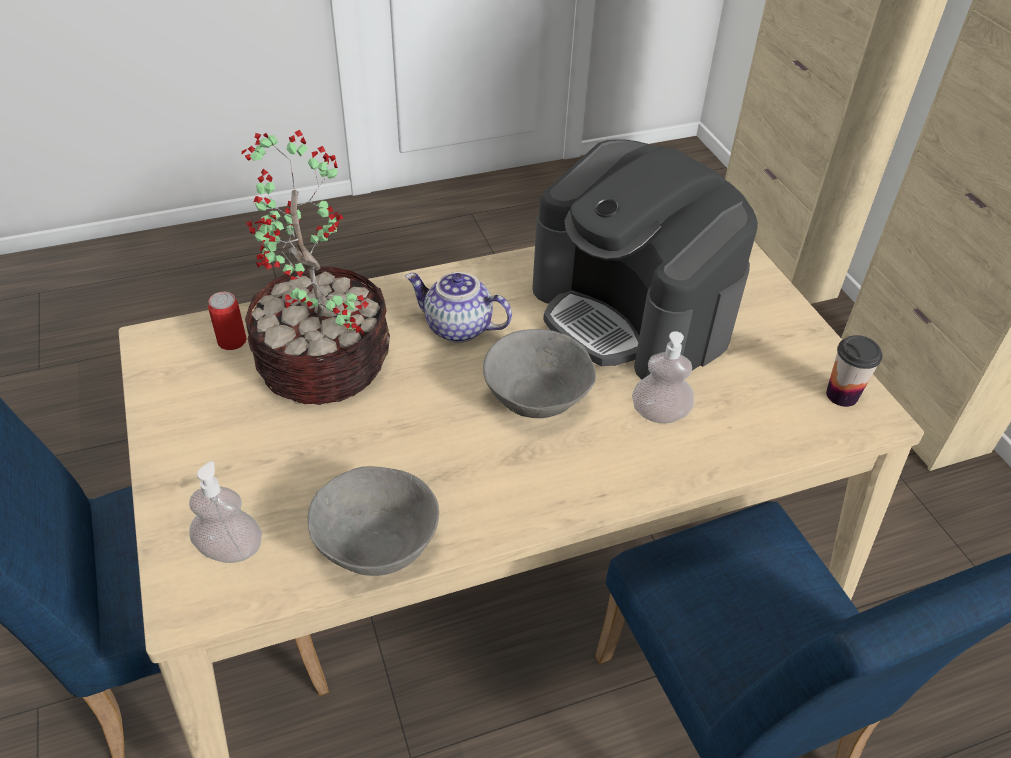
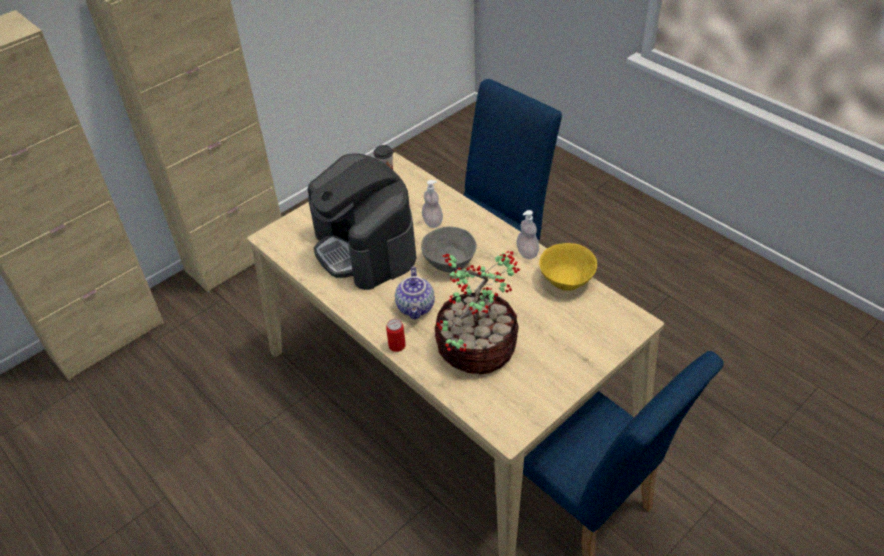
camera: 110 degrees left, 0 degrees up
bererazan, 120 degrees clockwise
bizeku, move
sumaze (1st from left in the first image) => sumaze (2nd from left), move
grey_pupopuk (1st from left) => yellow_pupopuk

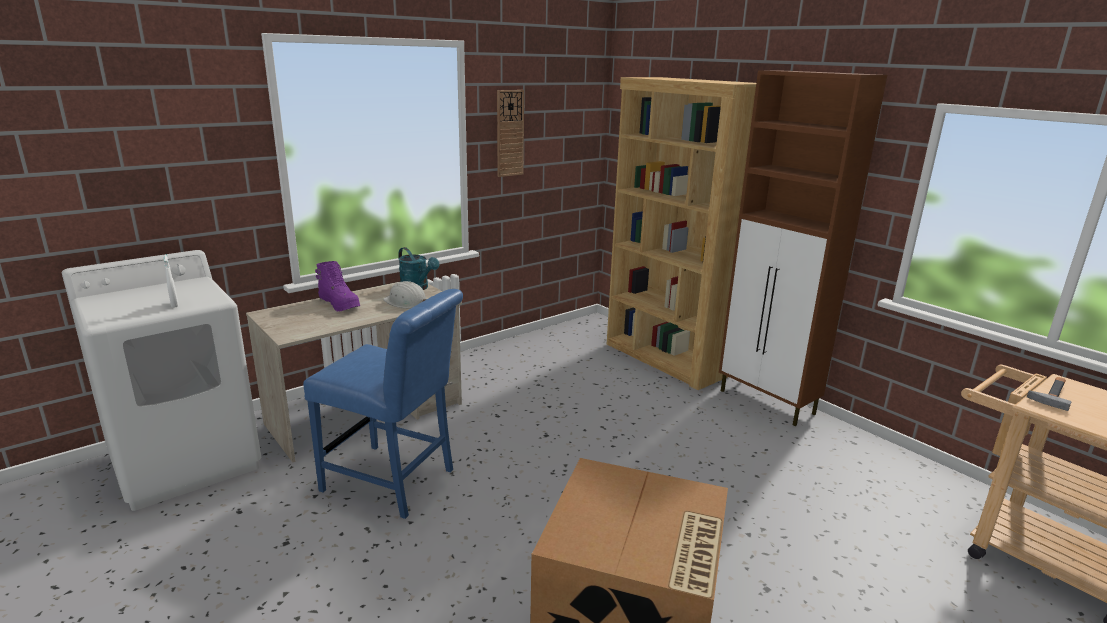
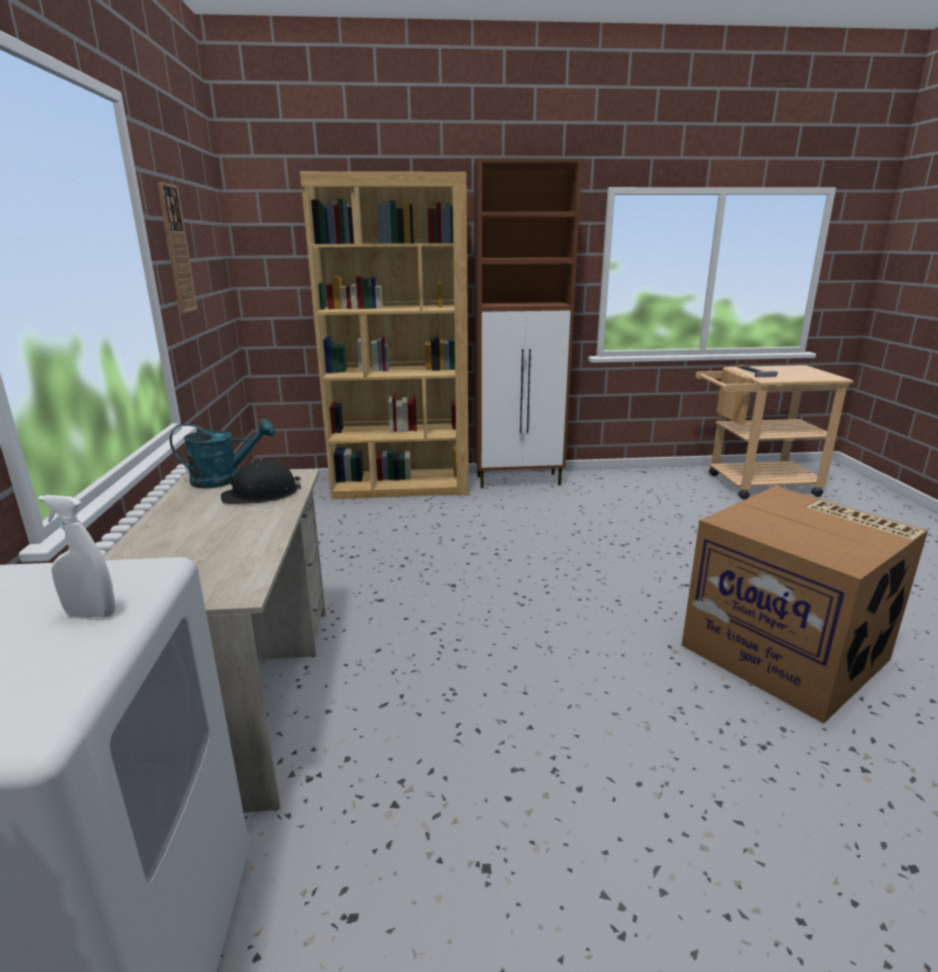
camera: 55 degrees left, 0 degrees up
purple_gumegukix => nothing
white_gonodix => black_gonodix
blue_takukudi => nothing

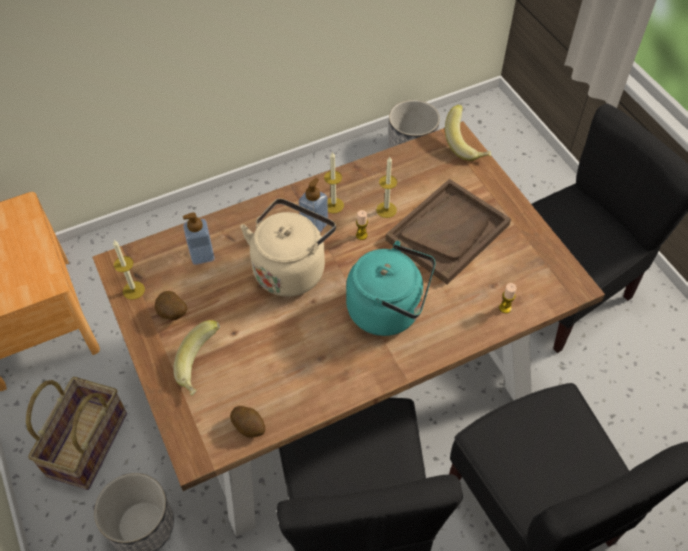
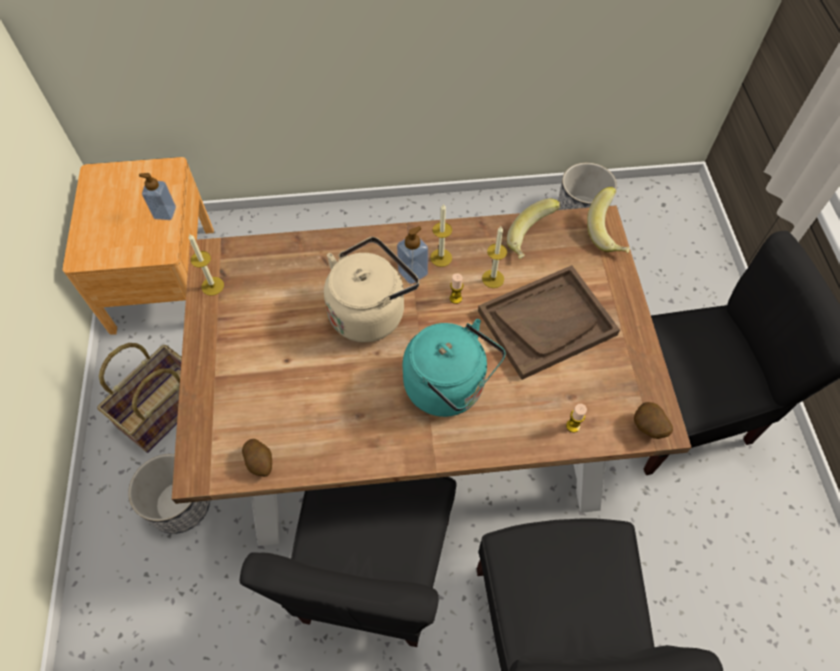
camera: 20 degrees right, 5 degrees up
sumaze (1st from left), move
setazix (1st from left in the first image) => setazix (2nd from left), move
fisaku (1st from left), move

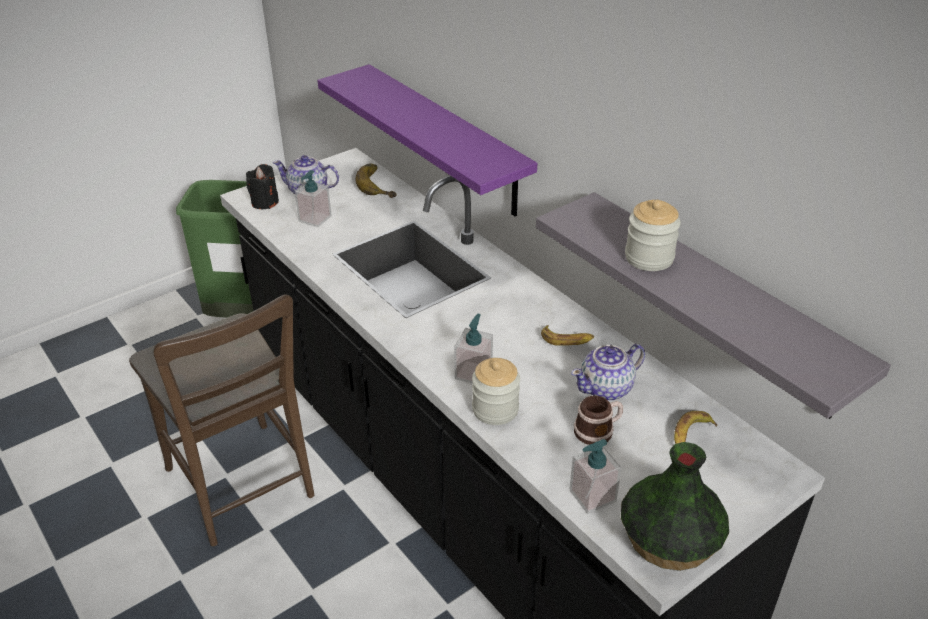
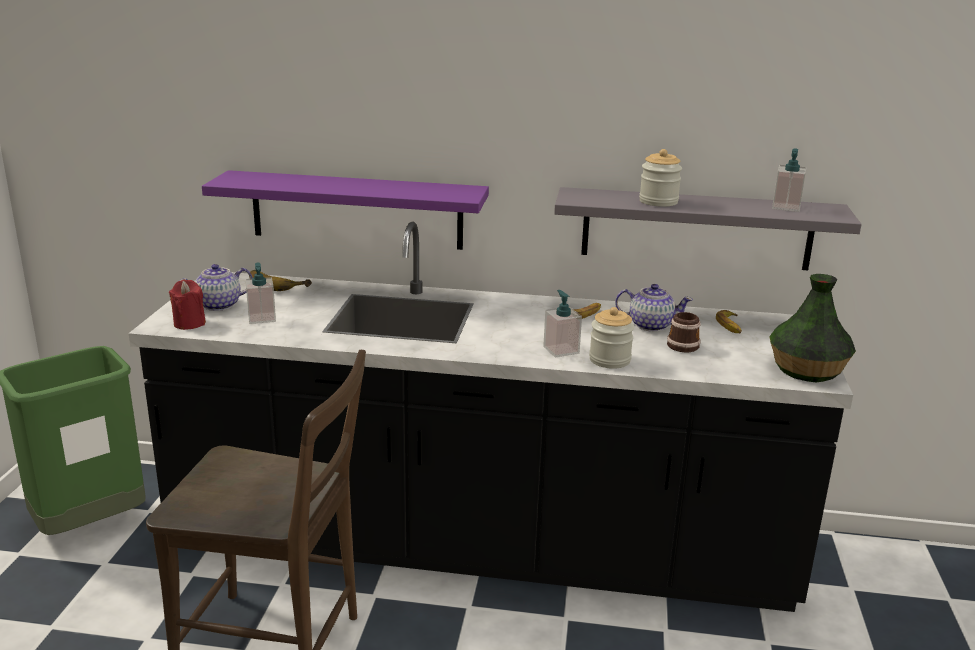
camera: 45 degrees left, 15 degrees down
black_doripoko => red_doripoko
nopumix (2nd from left), 90 degrees counterclockwise
sumaze (3rd from left), move

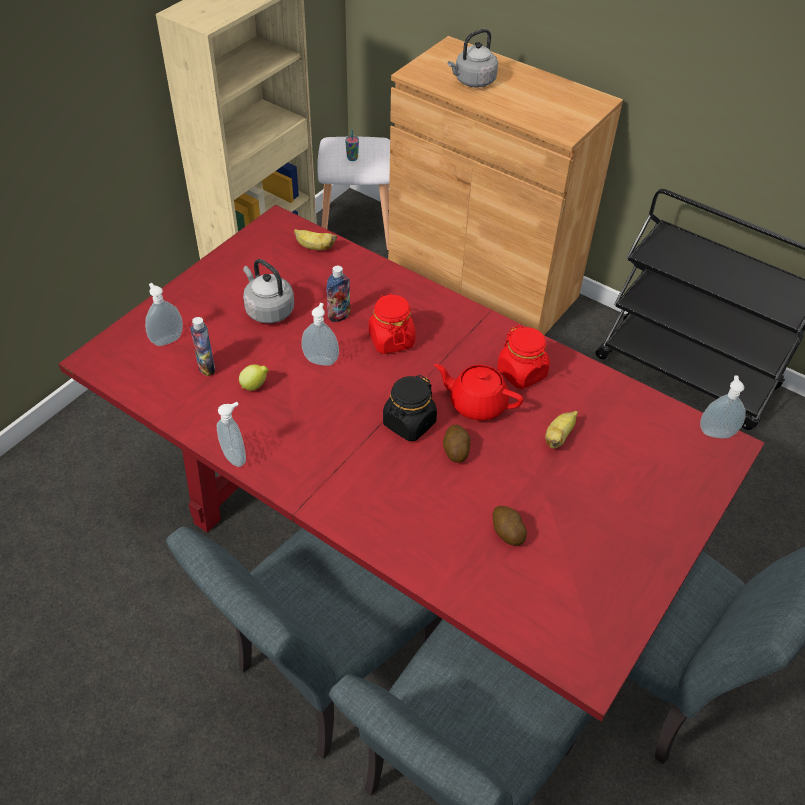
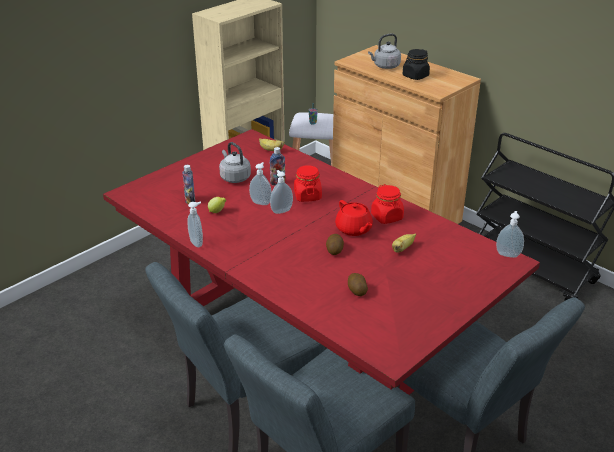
camera: 10 degrees right, 15 degrees down
sumaze (1st from left in the first image) => sumaze (3rd from left), move
red_nopumix, 150 degrees counterclockwise
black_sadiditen, move

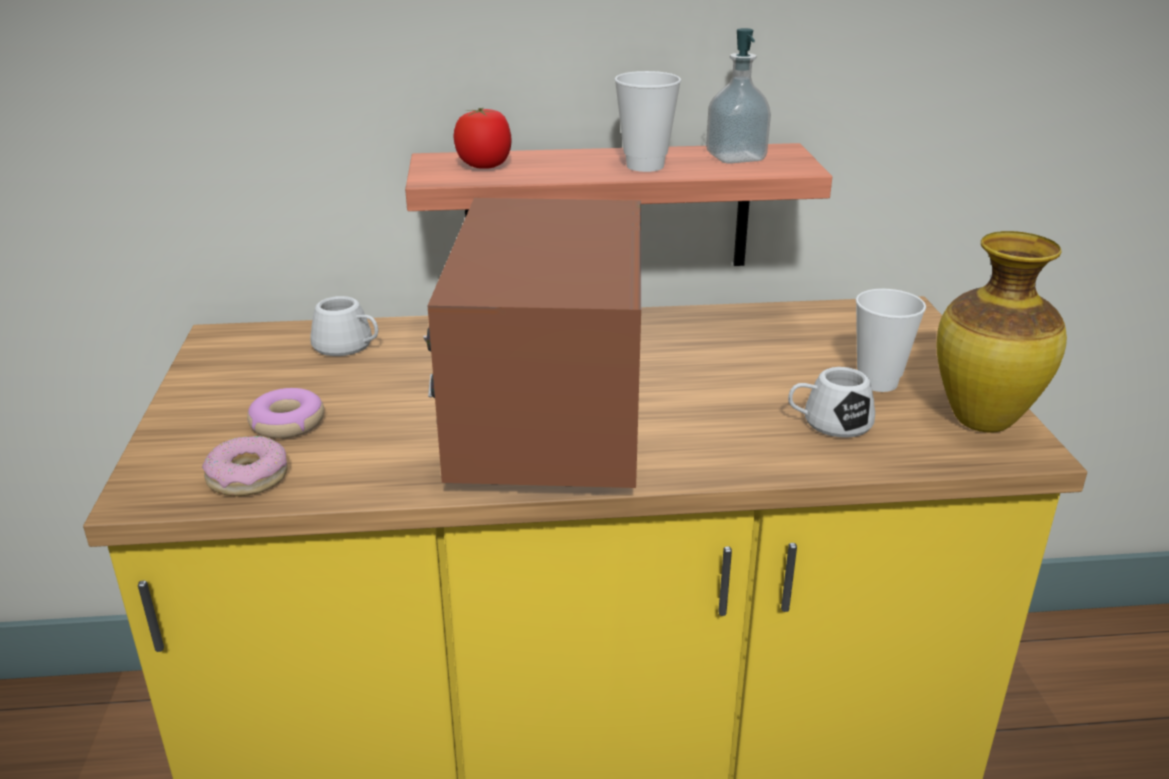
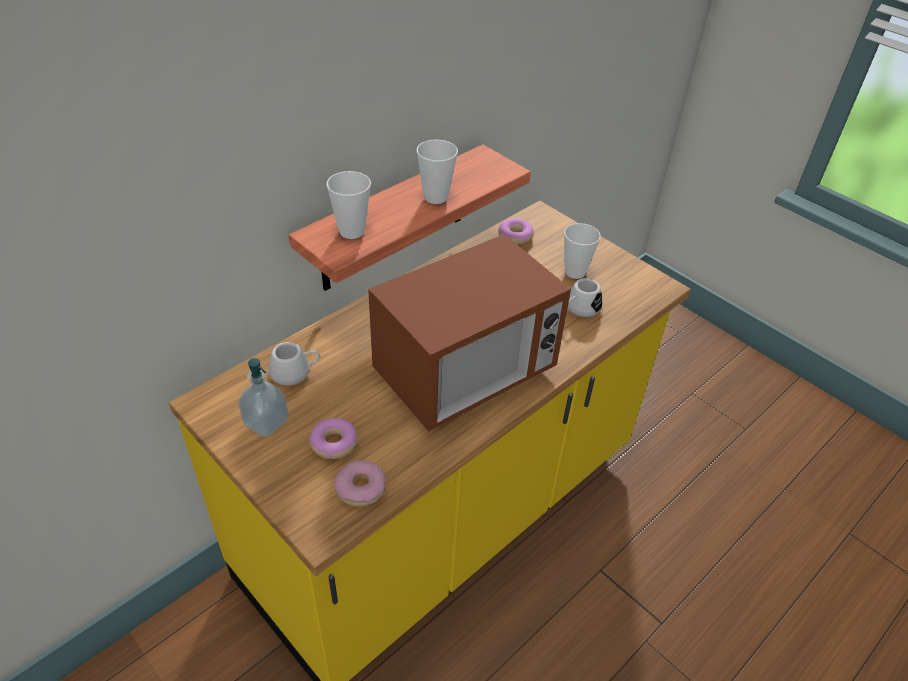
camera: 40 degrees left, 15 degrees up
sumaze, move
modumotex => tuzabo (1st from left)
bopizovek, 90 degrees counterclockwise
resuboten => nothing
nothing => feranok (3rd from left)

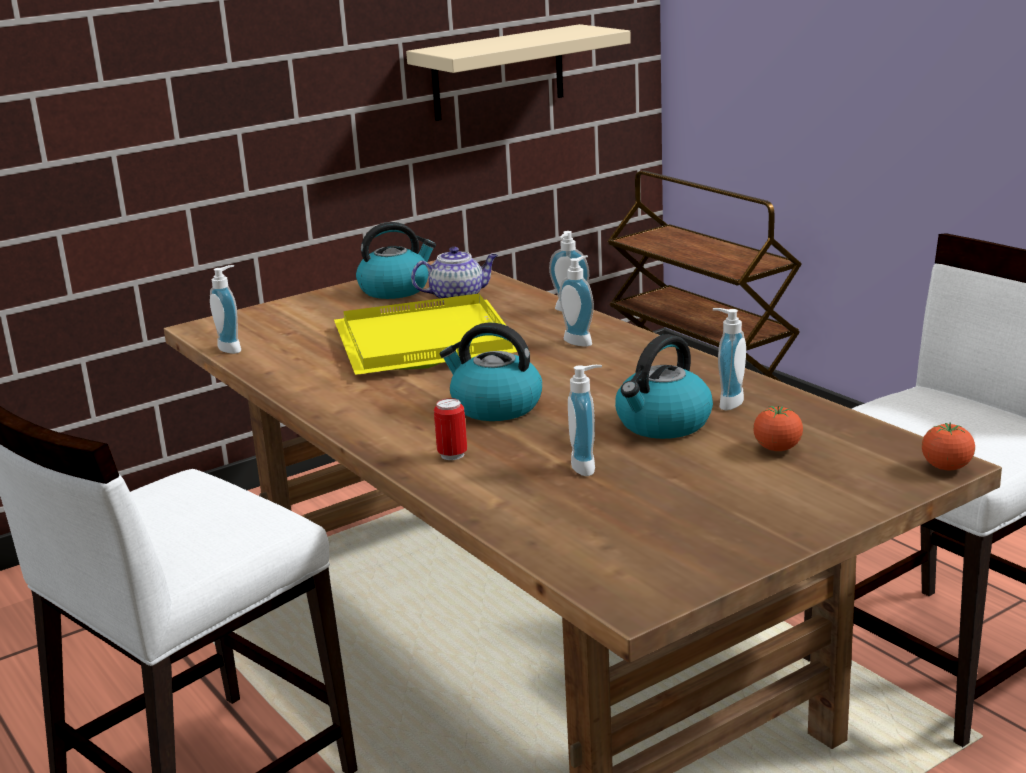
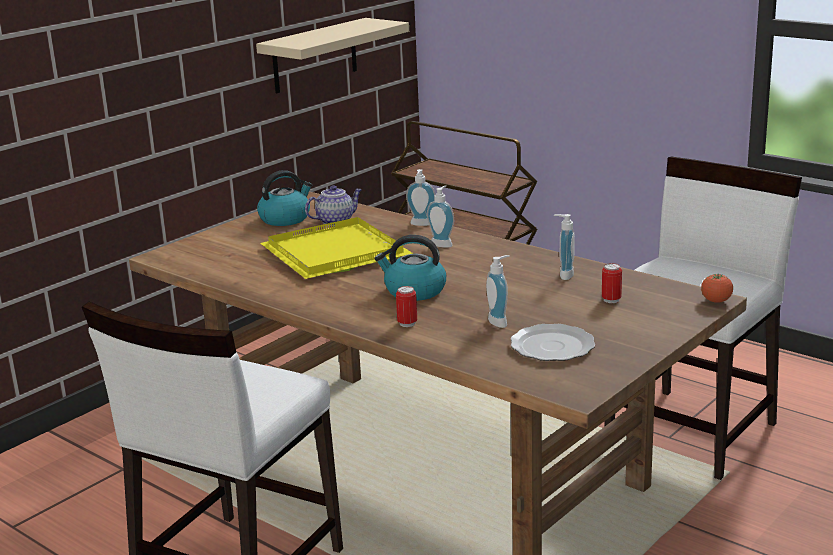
camera: 15 degrees left, 0 degrees up
sumaze (1st from left) => nothing
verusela (3rd from left) => nothing
modumotex (1st from left) => bizeku (2nd from left)
nothing => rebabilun

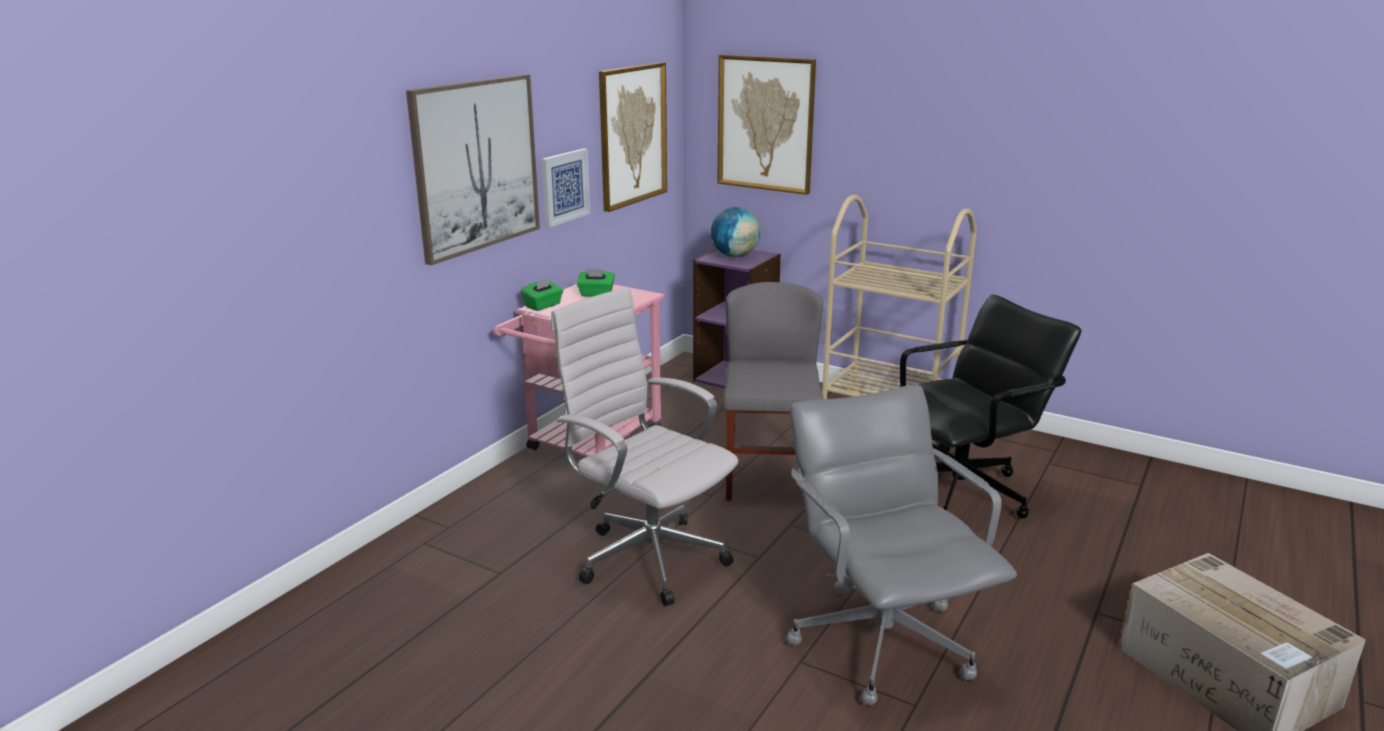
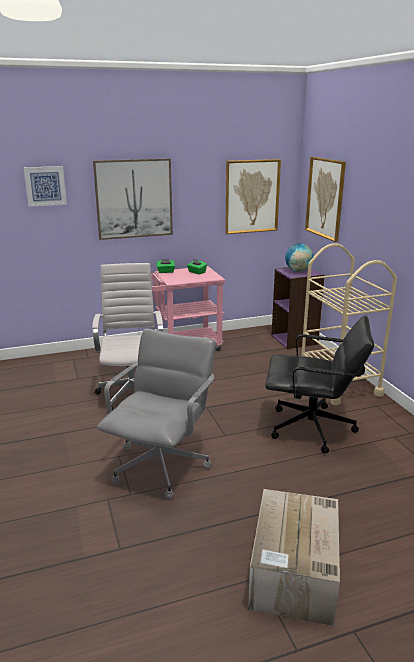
camera: 40 degrees right, 0 degrees up
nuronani (2nd from left in the first image) => nuronani (1st from left), move
grey_takukudi => nothing

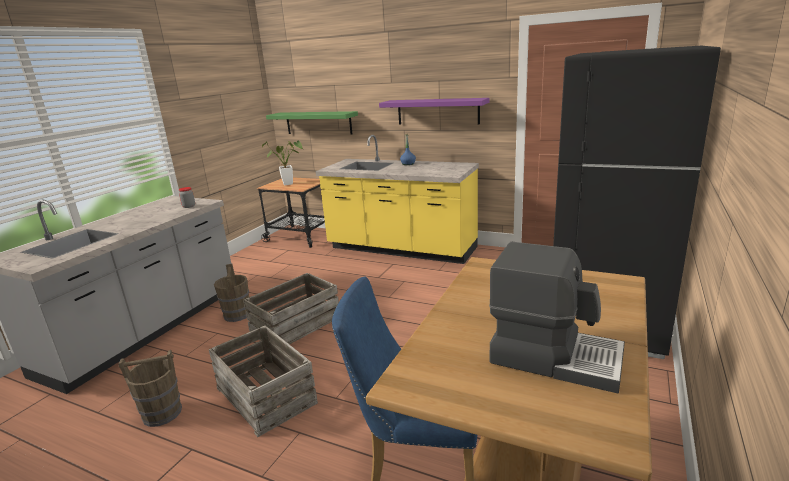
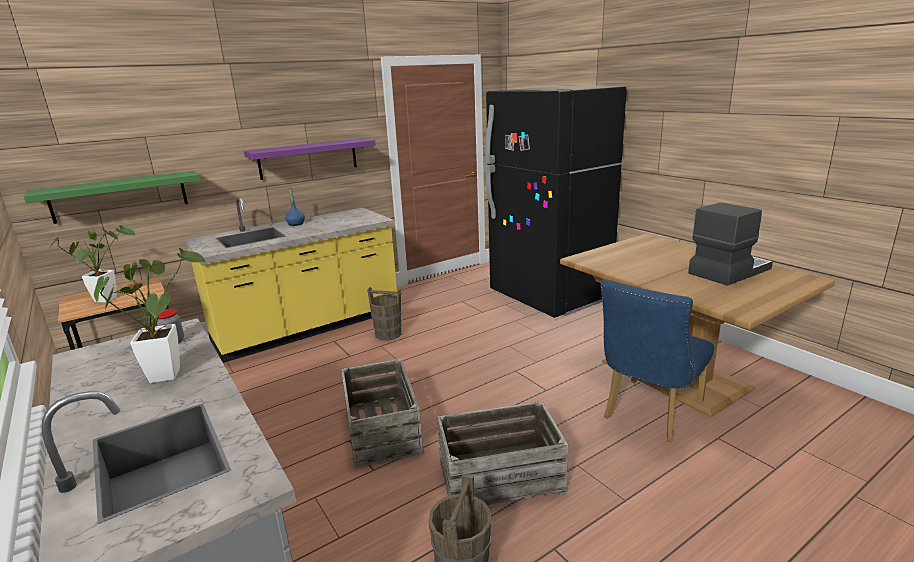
camera: 60 degrees left, 0 degrees up
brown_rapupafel (2nd from left in the first image) => brown_rapupafel (1st from left), move
nothing => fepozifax (2nd from left)

